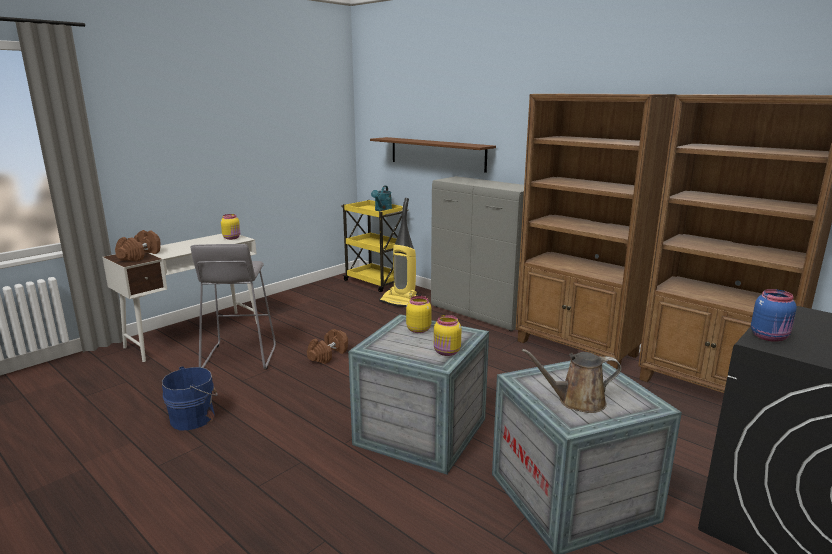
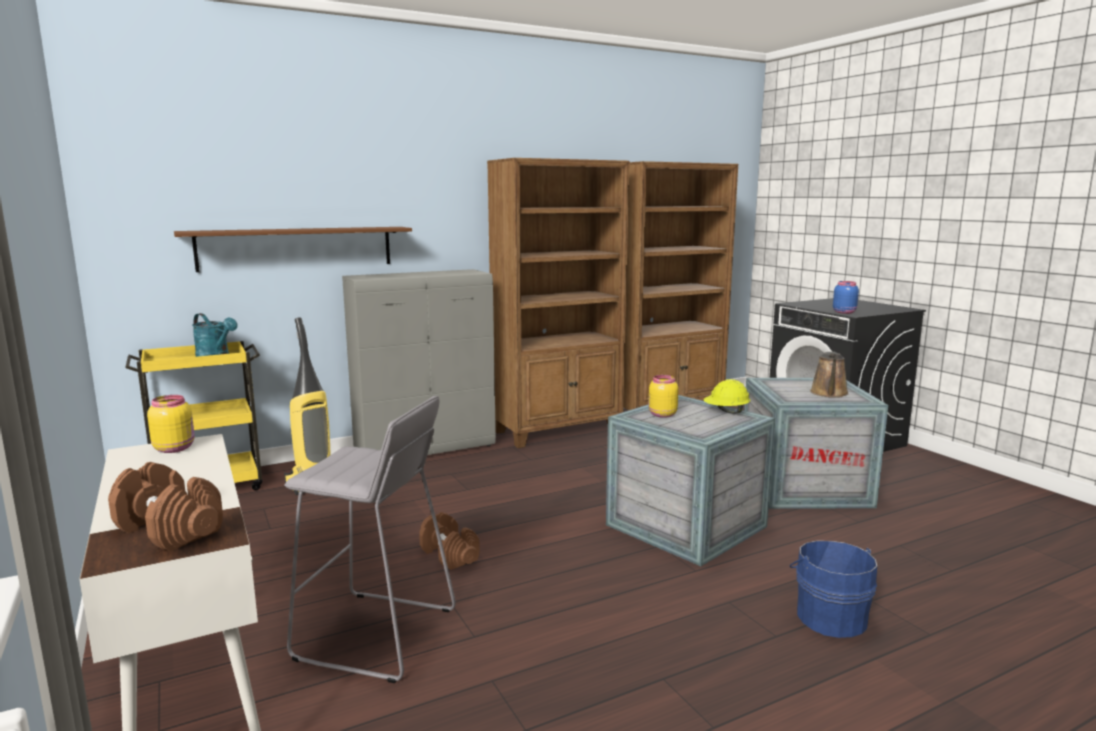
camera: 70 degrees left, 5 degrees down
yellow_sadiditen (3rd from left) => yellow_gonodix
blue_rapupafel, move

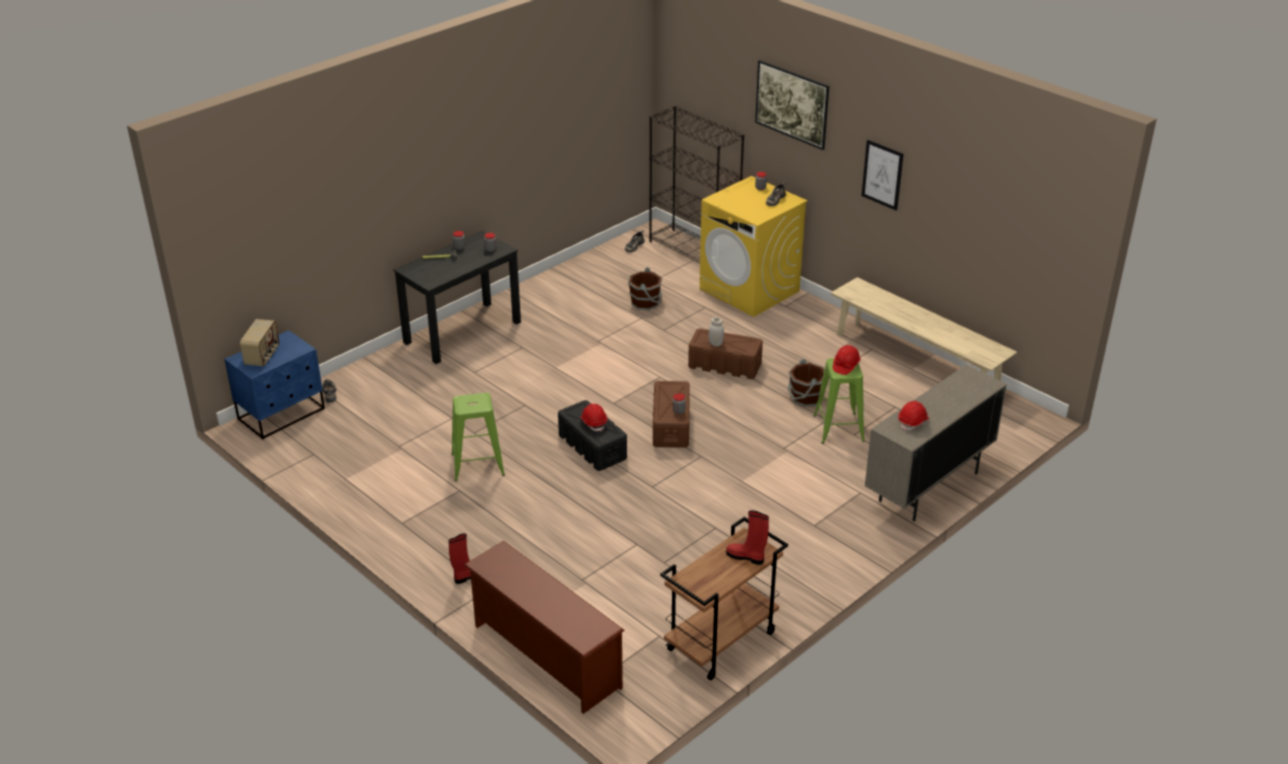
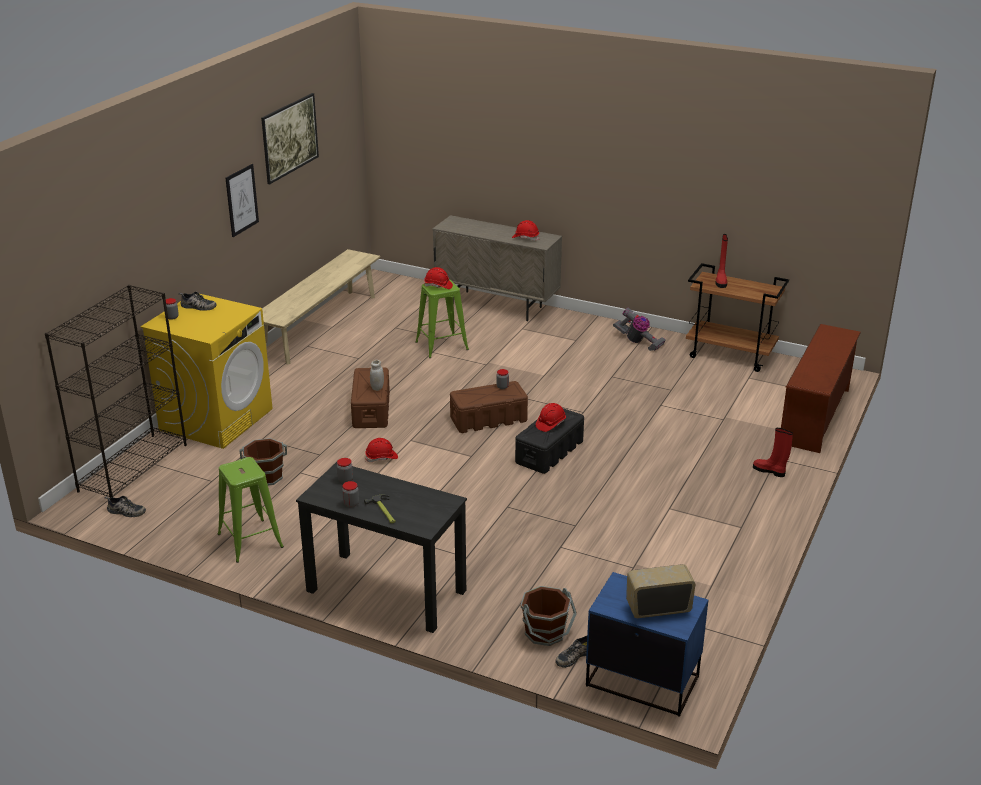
camera: 110 degrees left, 5 degrees down
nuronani (1st from left in the first image) => nuronani (2nd from left), move
brown_rapupafel (2nd from left), move
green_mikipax (1st from left), move
nothing => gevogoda
nothing => red_gonodix (1st from left)

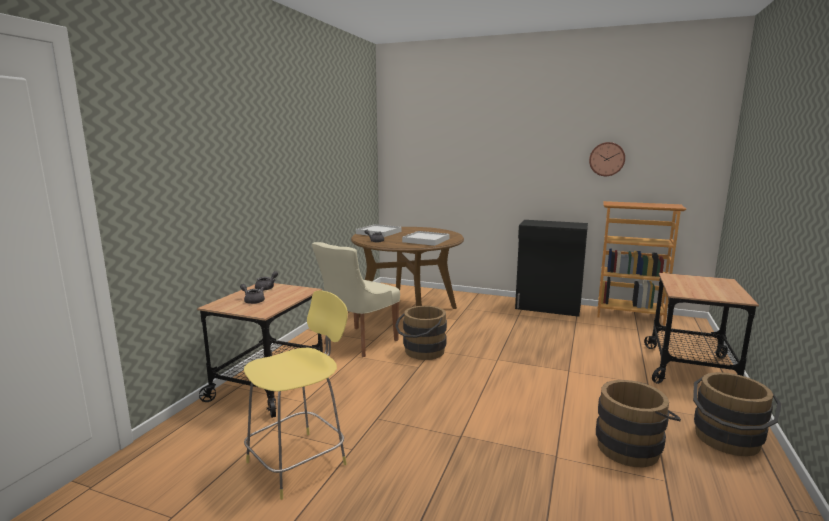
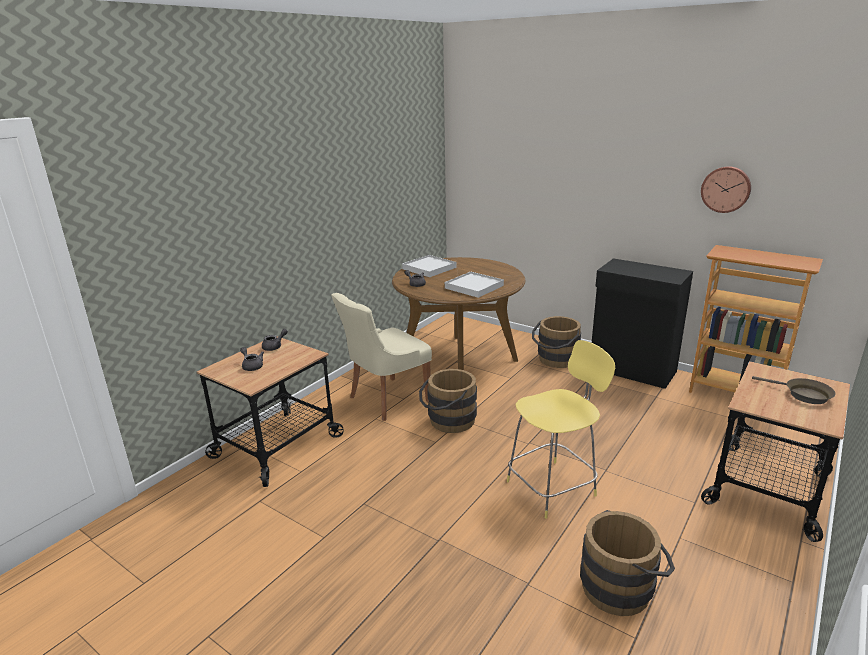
camera: 15 degrees right, 10 degrees up
yellow_mikipax, move
brown_rapupafel (3rd from left in the first image) => brown_rapupafel (2nd from left), move
nothing => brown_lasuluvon

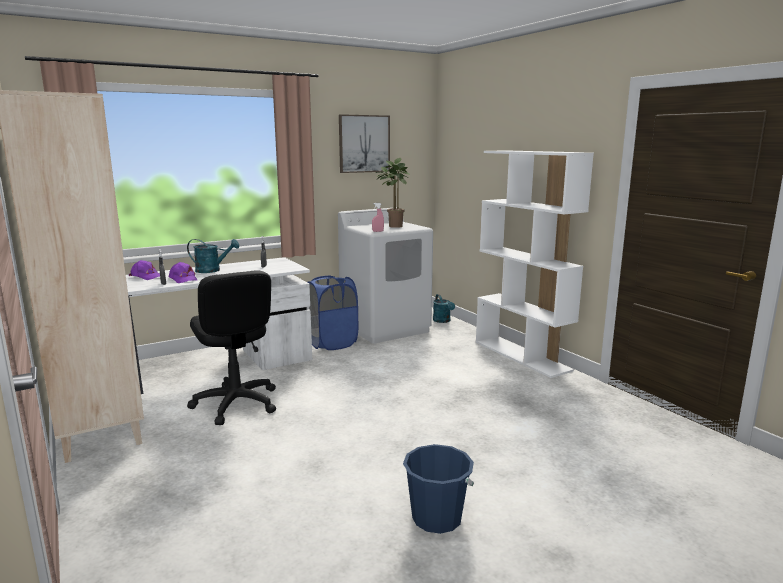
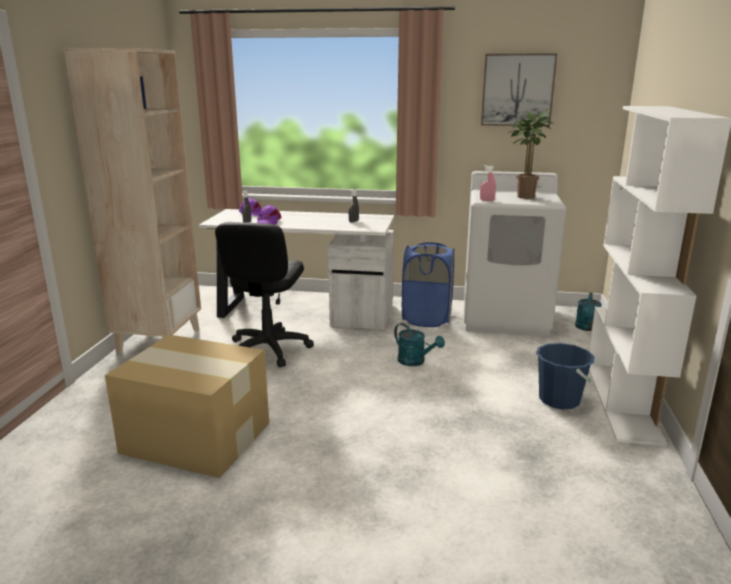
camera: 40 degrees right, 5 degrees up
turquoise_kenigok (1st from left), move
blue_rapupafel, move
nothing => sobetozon

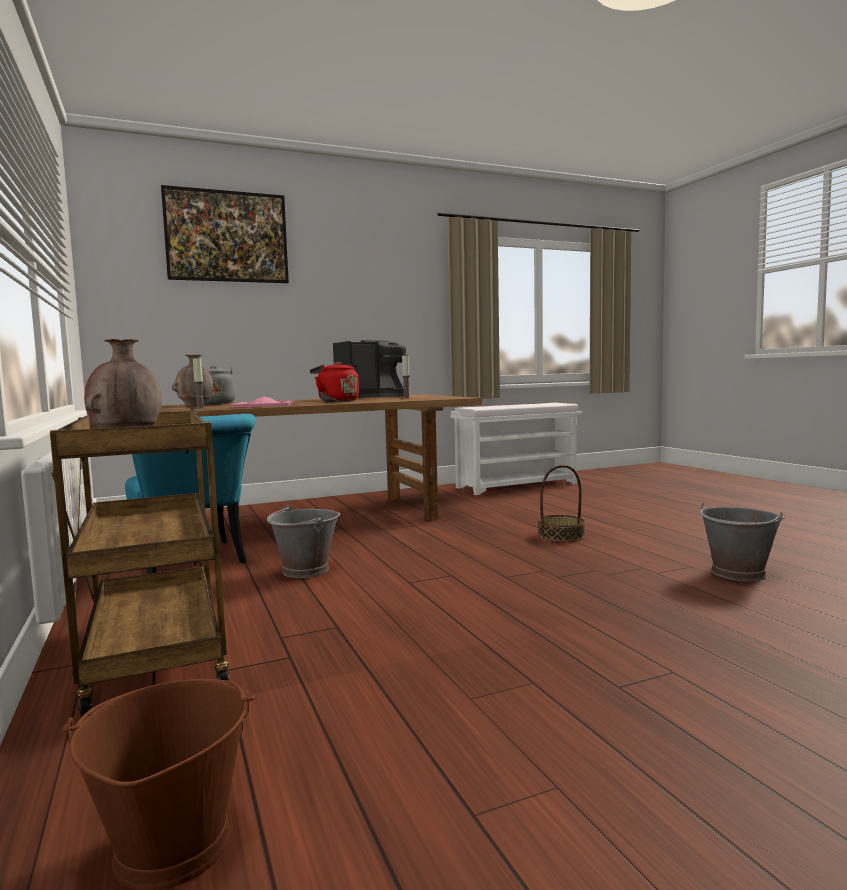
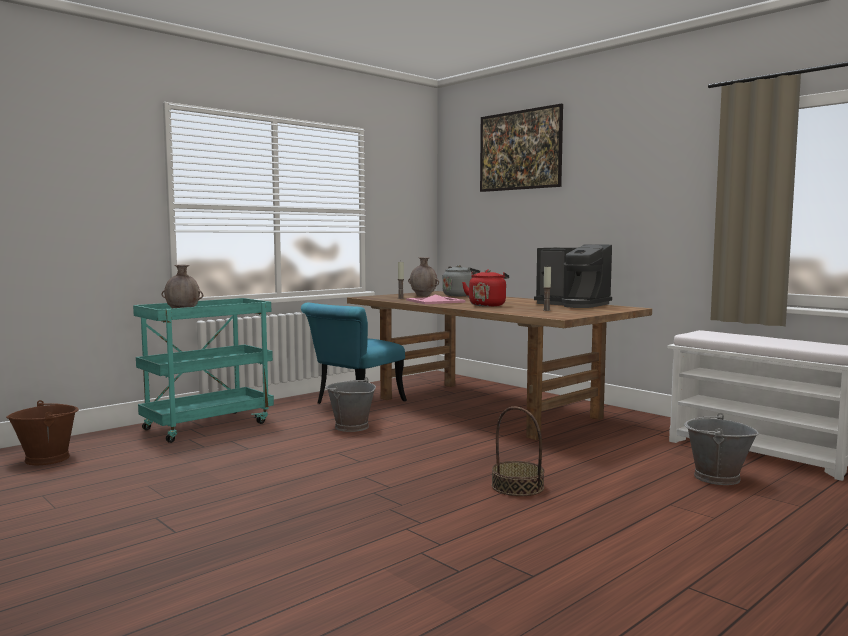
camera: 70 degrees right, 0 degrees up
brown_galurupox => turquoise_galurupox
grey_rapupafel (2nd from left), move

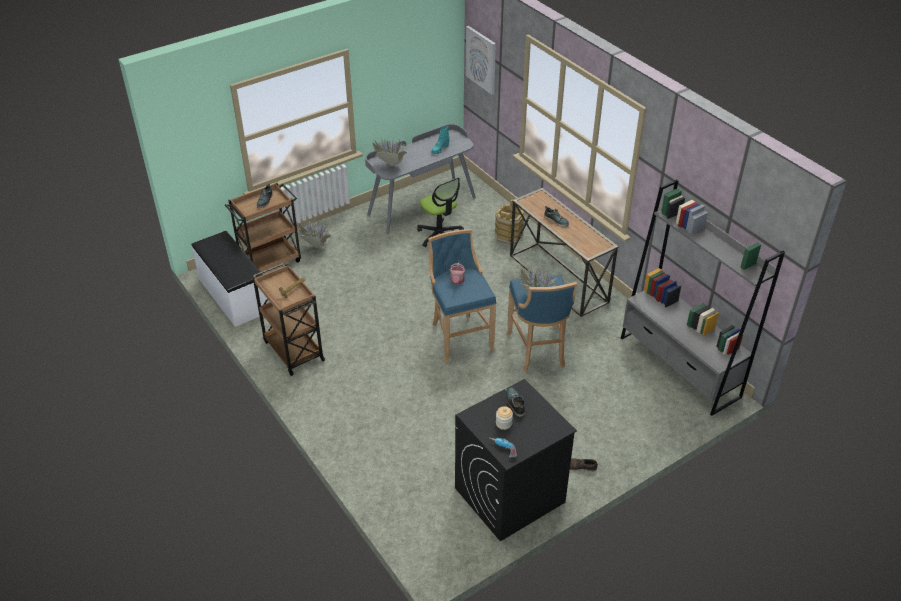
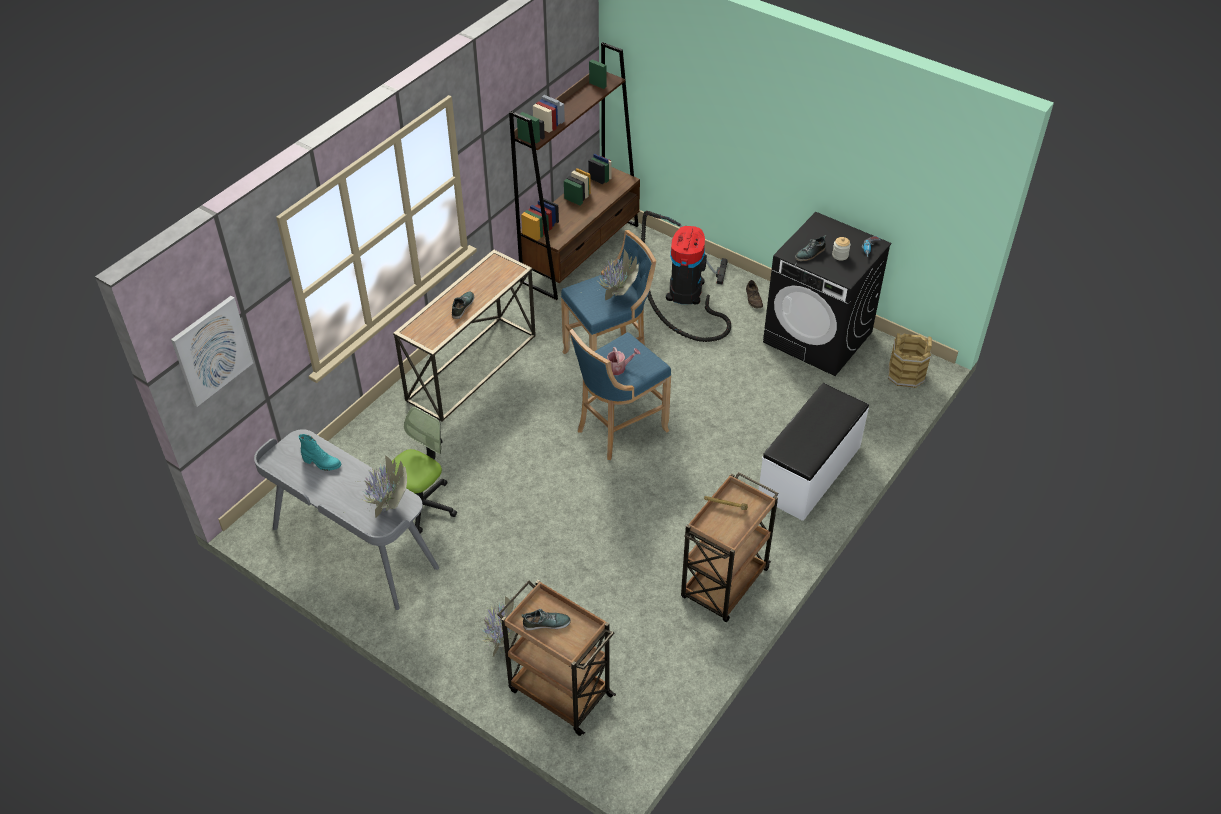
camera: 110 degrees left, 5 degrees up
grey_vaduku => brown_vaduku
brown_rapupafel, move
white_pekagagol, move
nothing => gevogoda

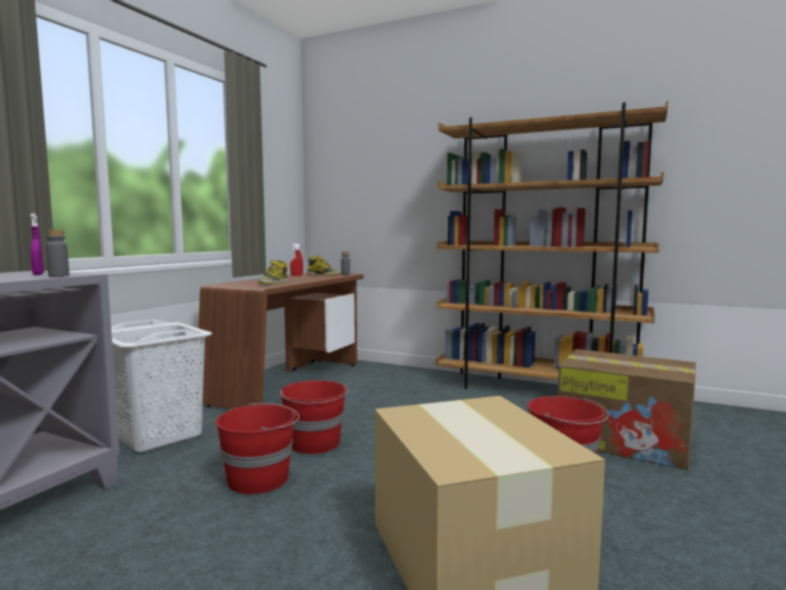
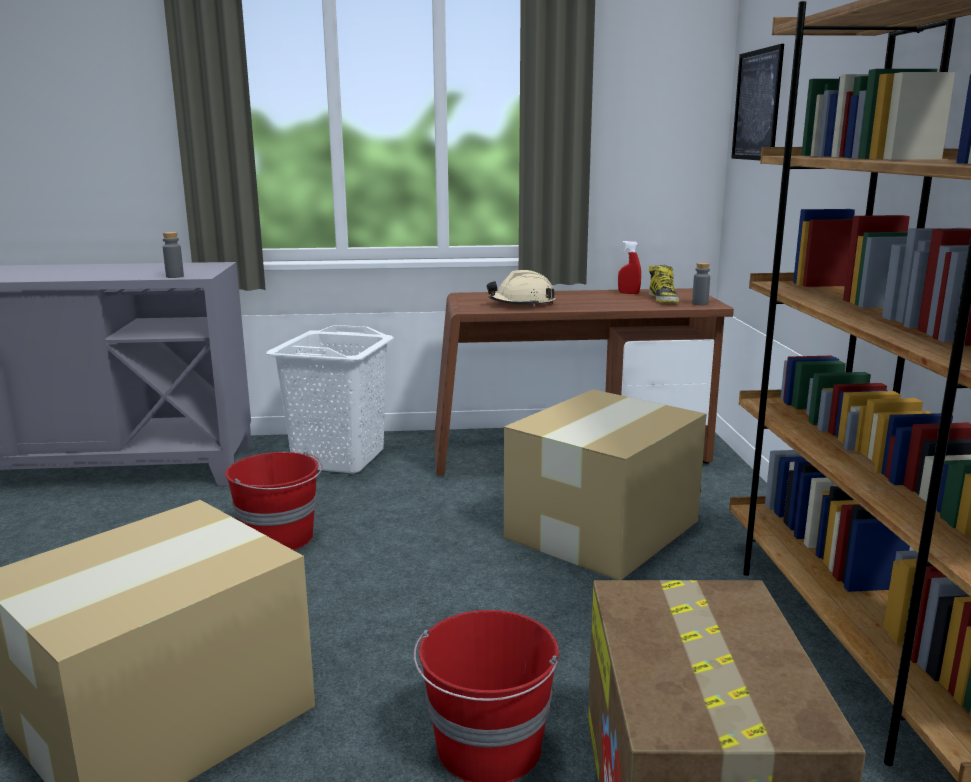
camera: 60 degrees right, 10 degrees up
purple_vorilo => nothing
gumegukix (1st from left) => beige_gonodix
red_rapupafel (2nd from left) => nothing
nothing => nuronani
nothing => sobetozon (2nd from left)

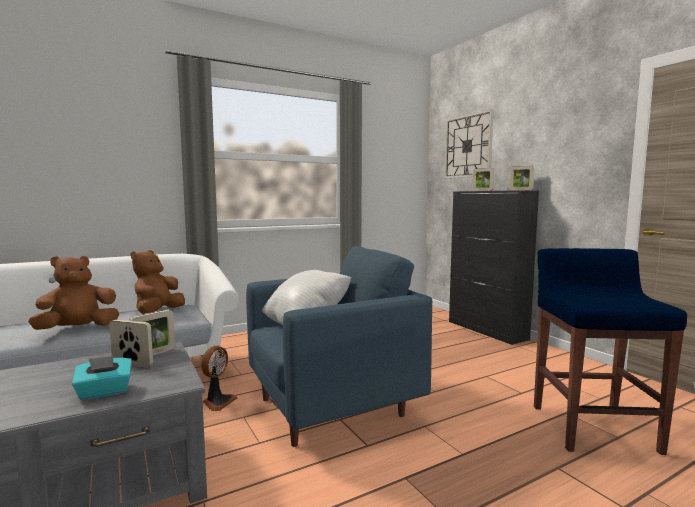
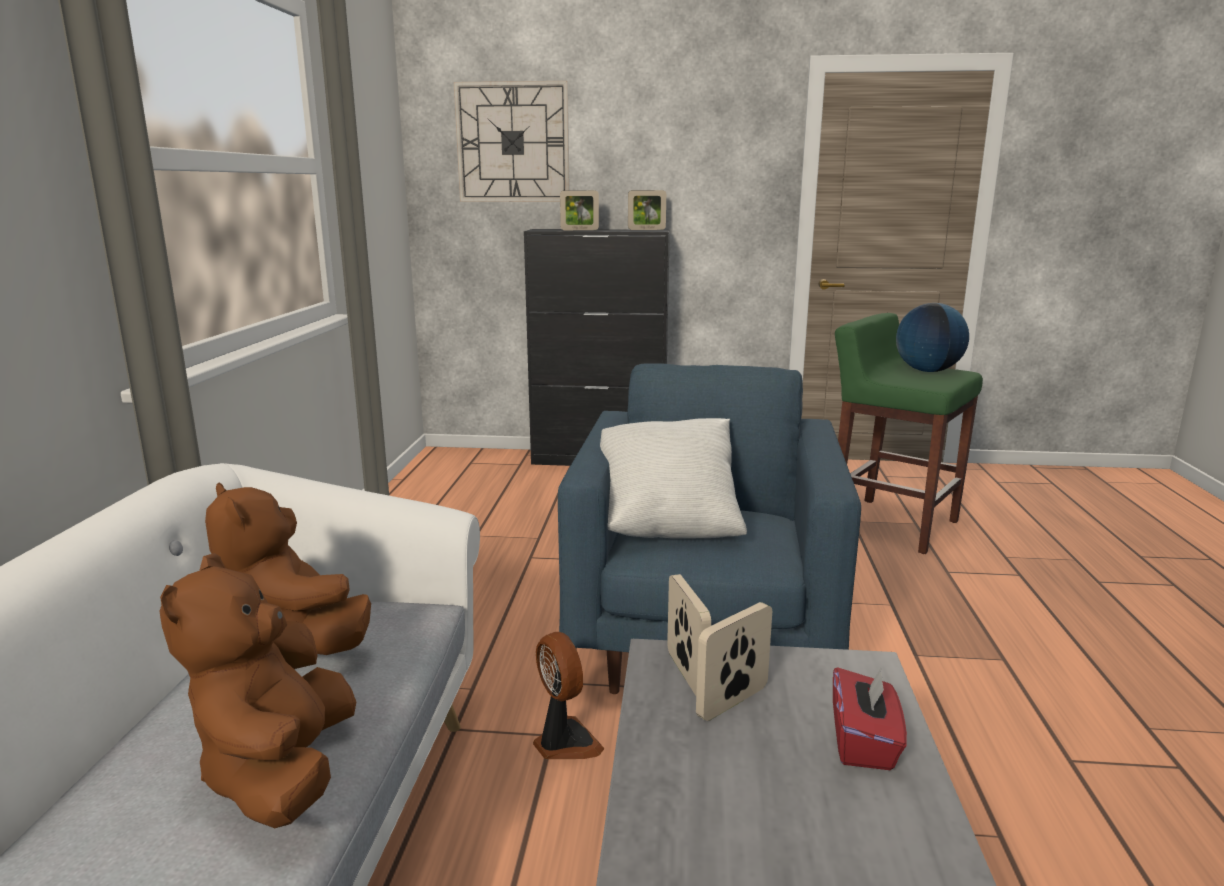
camera: 55 degrees left, 10 degrees up
blue_mikipax => green_mikipax
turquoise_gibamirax => red_gibamirax
nothing => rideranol

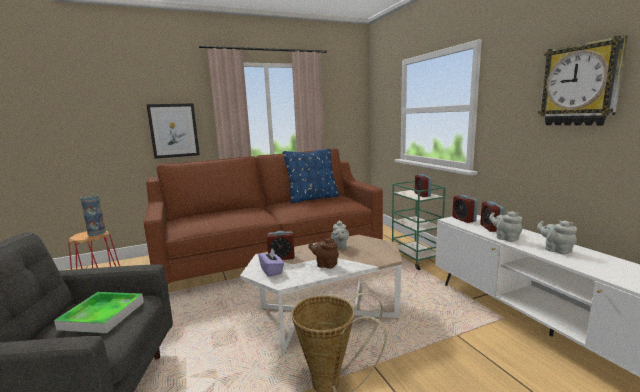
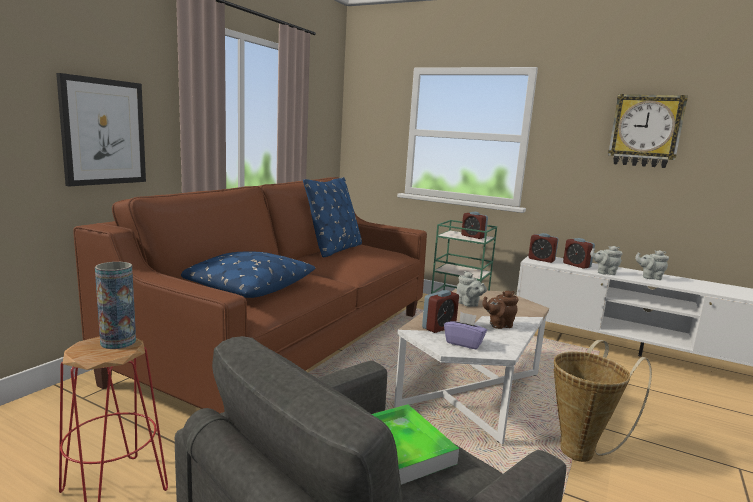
camera: 40 degrees left, 0 degrees up
nothing => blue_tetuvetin (1st from left)

